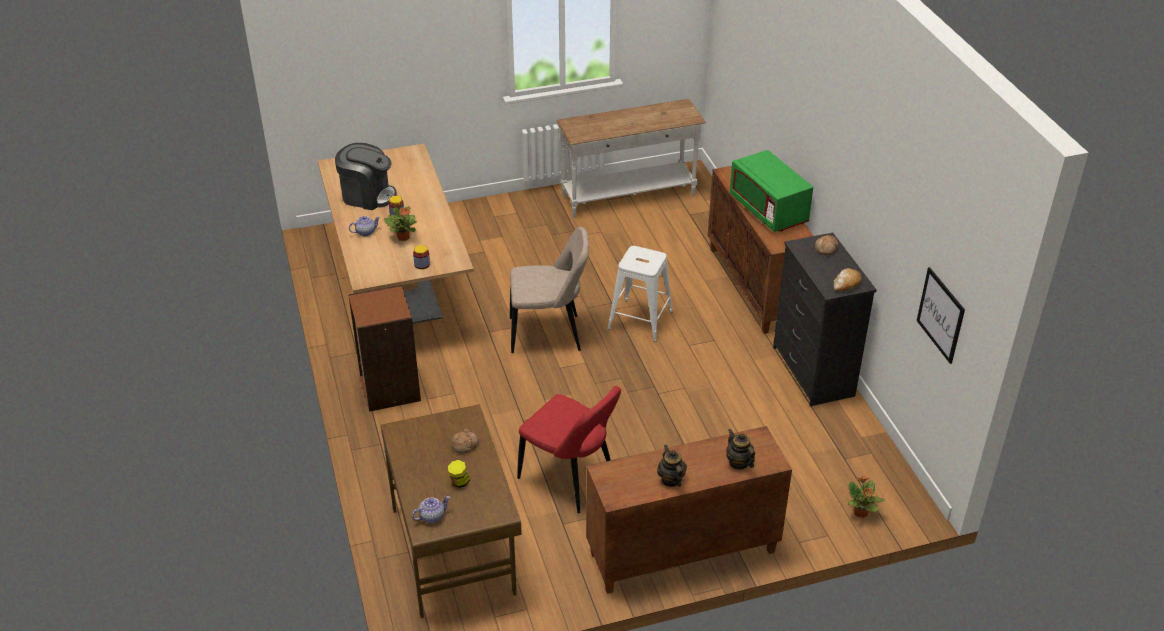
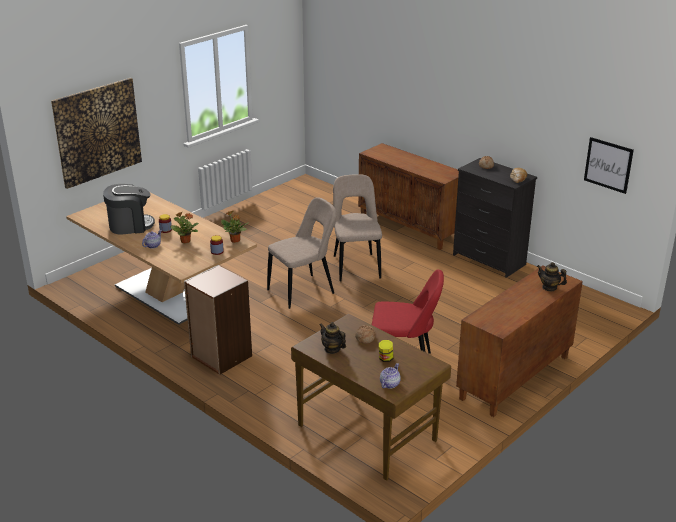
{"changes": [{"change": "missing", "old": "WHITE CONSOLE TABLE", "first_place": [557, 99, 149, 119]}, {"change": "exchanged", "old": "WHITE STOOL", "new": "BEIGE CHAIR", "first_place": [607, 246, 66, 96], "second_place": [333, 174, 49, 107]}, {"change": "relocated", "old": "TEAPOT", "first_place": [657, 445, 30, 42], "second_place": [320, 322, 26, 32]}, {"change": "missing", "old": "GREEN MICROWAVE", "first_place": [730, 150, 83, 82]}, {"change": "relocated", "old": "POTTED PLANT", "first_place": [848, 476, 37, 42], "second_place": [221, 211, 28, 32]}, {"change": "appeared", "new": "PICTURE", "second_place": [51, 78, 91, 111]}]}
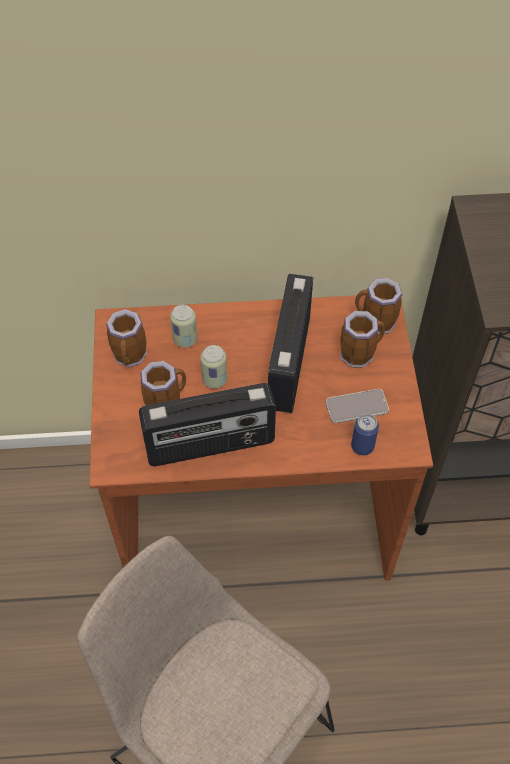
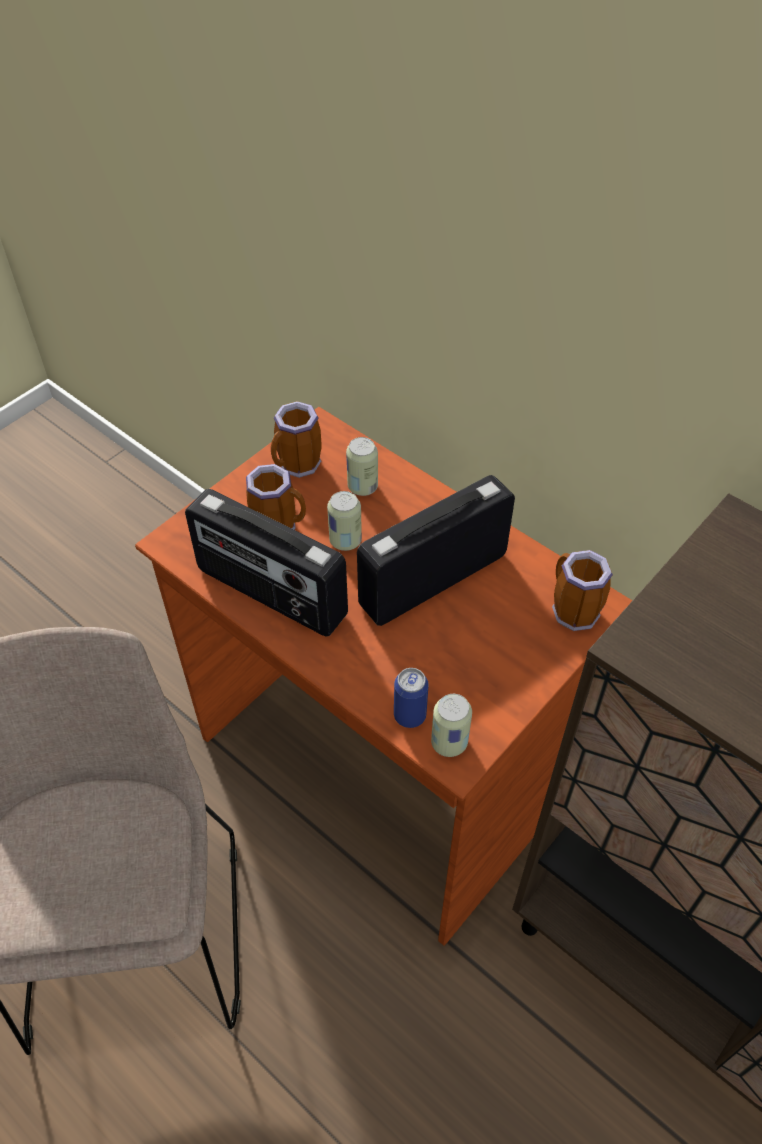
{"changes": [{"change": "missing", "old": "PHONE", "first_place": [326, 389, 63, 34]}, {"change": "missing", "old": "MUG", "first_place": [340, 311, 45, 57]}, {"change": "appeared", "new": "CAN", "second_place": [431, 694, 41, 63]}]}
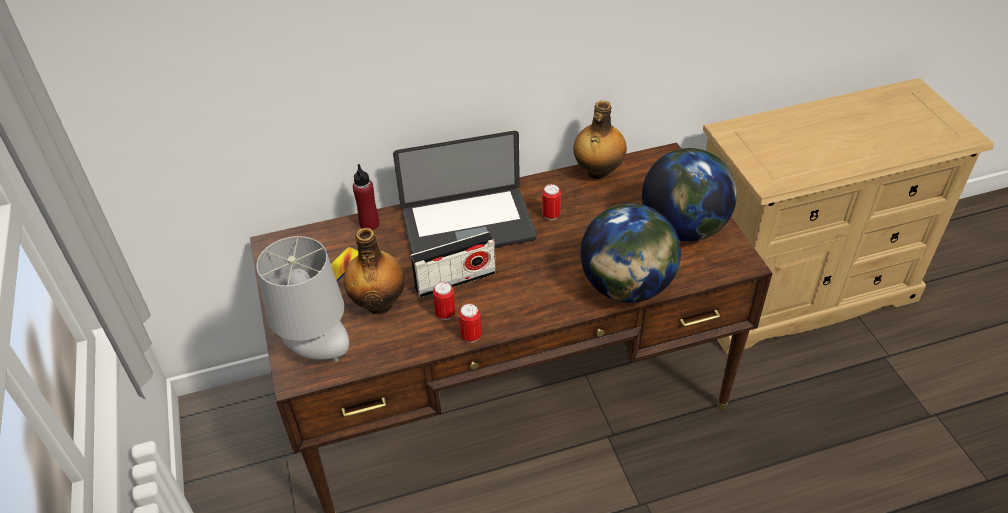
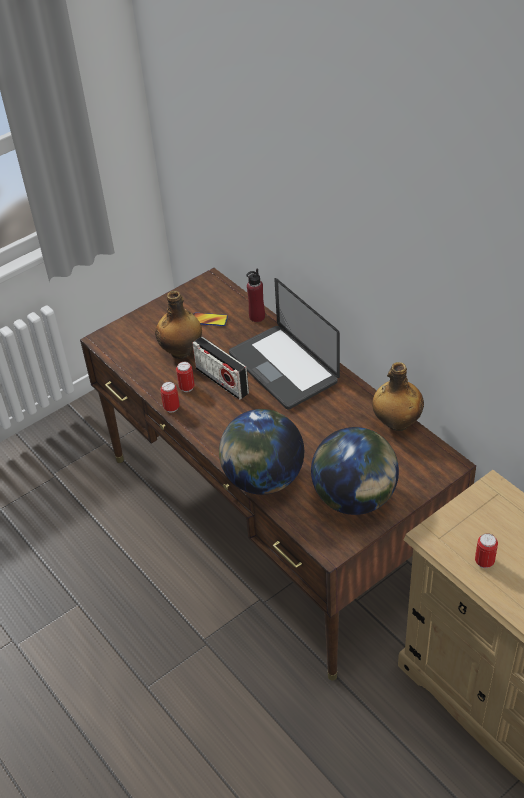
{"changes": [{"change": "missing", "old": "GREY TABLE LAMP", "first_place": [256, 236, 93, 126]}, {"change": "relocated", "old": "CAN", "first_place": [542, 184, 19, 36], "second_place": [475, 533, 23, 35]}]}
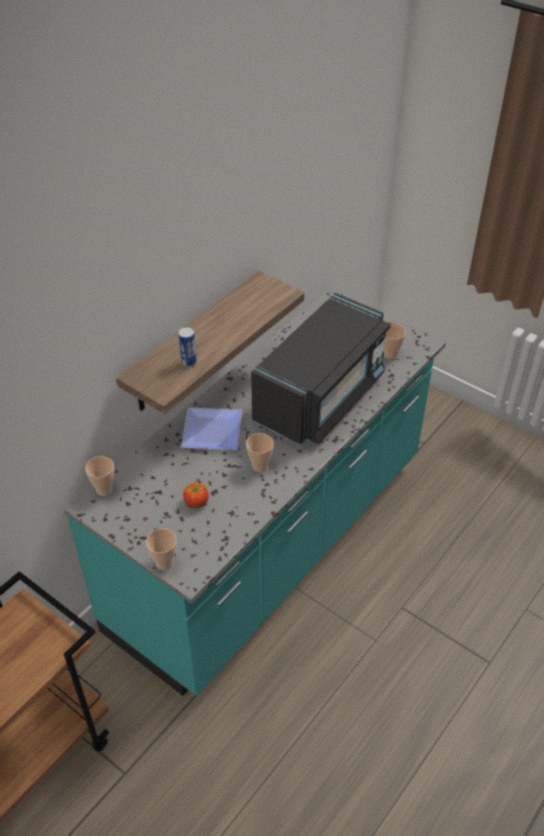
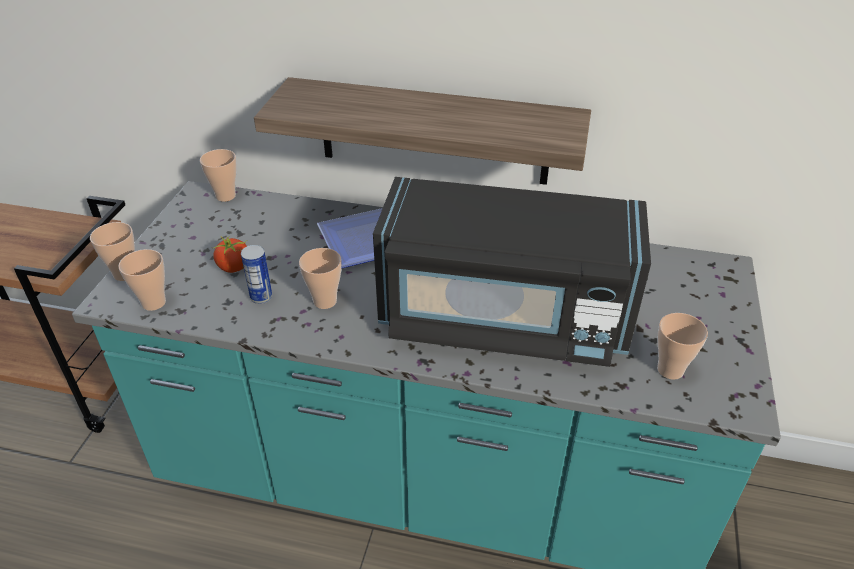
{"changes": [{"change": "relocated", "old": "CAN", "first_place": [178, 327, 19, 41], "second_place": [241, 245, 31, 59]}, {"change": "appeared", "new": "CUP", "second_place": [118, 249, 48, 62]}]}
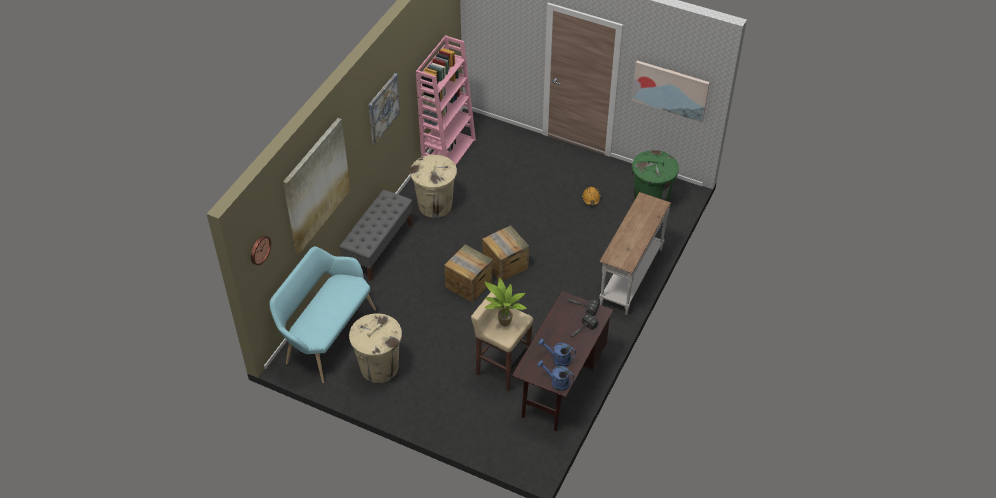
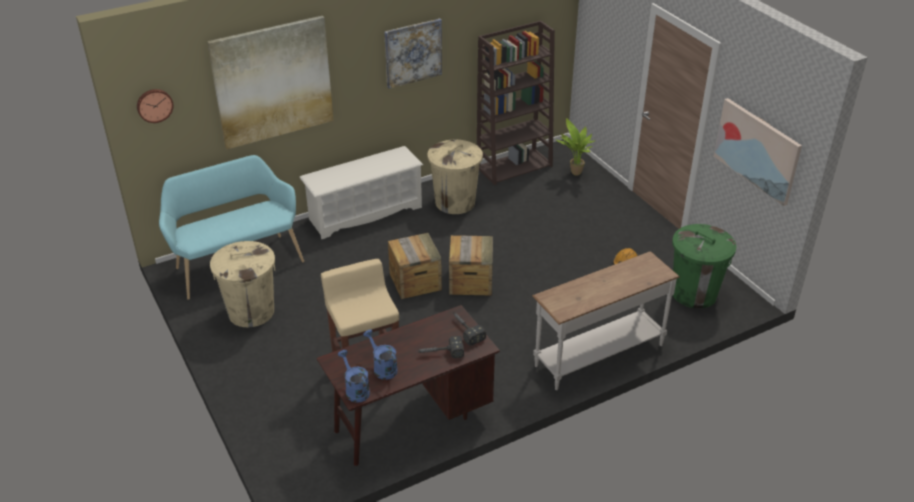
{"changes": [{"change": "exchanged", "old": "GREY BENCH", "new": "WHITE SHOE RACK", "first_place": [339, 190, 73, 91], "second_place": [299, 146, 124, 93]}, {"change": "colour", "old": "PINK BOOKCASE", "new": "BROWN BOOKCASE", "first_place": [416, 35, 60, 130], "second_place": [477, 21, 78, 164]}, {"change": "relocated", "old": "POTTED PLANT", "first_place": [485, 278, 42, 48], "second_place": [556, 118, 40, 58]}]}
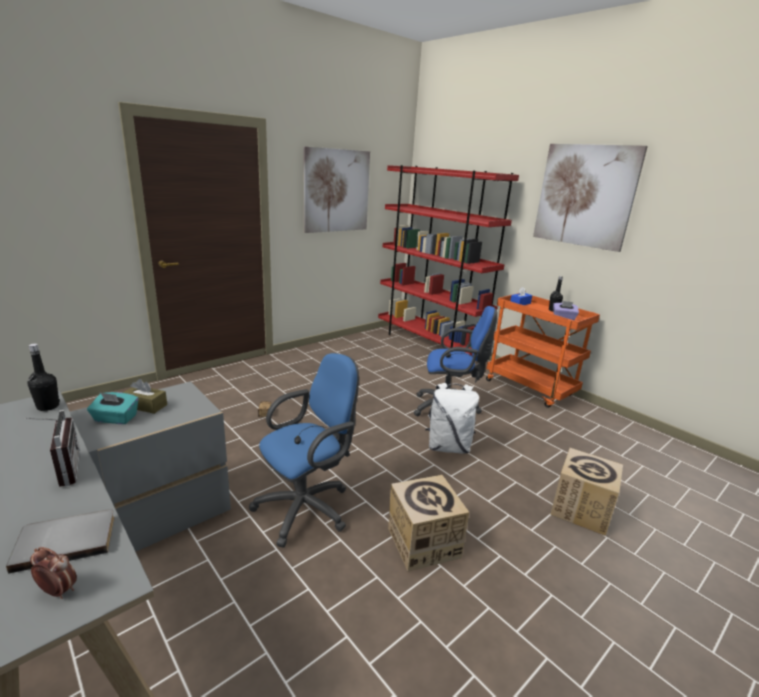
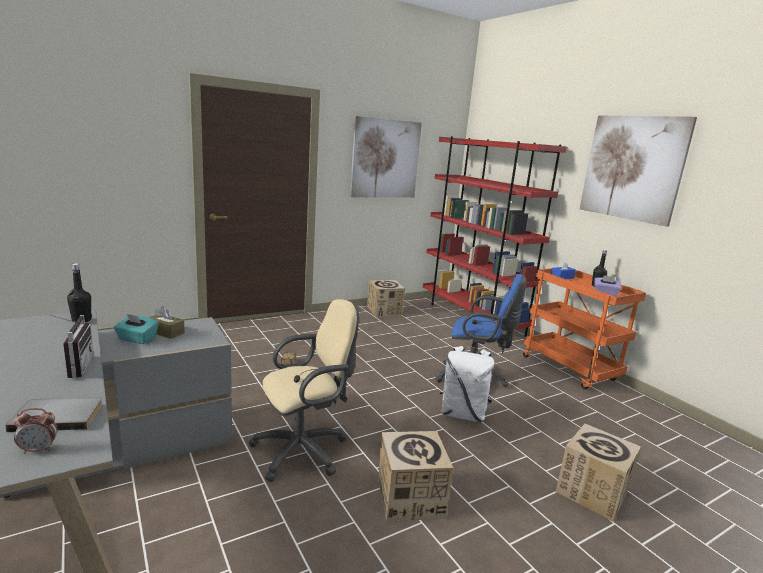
{"changes": [{"change": "spun", "old": "ALARM CLOCK", "first_place": [30, 547, 47, 52], "second_place": [14, 408, 44, 46], "degrees": 135}, {"change": "colour", "old": "BLUE OFFICE CHAIR", "new": "BEIGE OFFICE CHAIR", "first_place": [249, 353, 110, 195], "second_place": [248, 299, 111, 183]}, {"change": "appeared", "new": "CARDBOARD BOX", "second_place": [367, 280, 38, 37]}]}
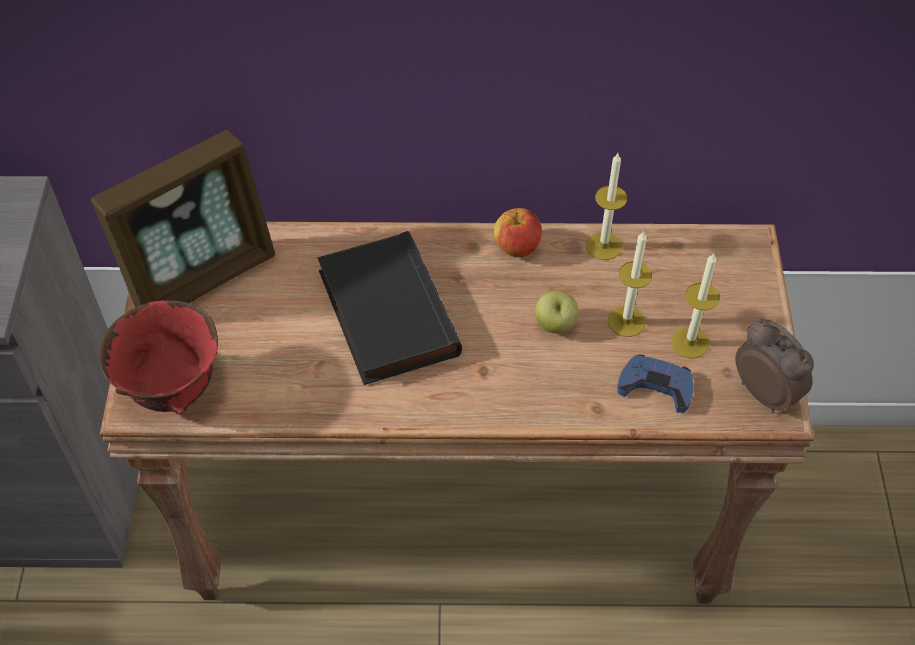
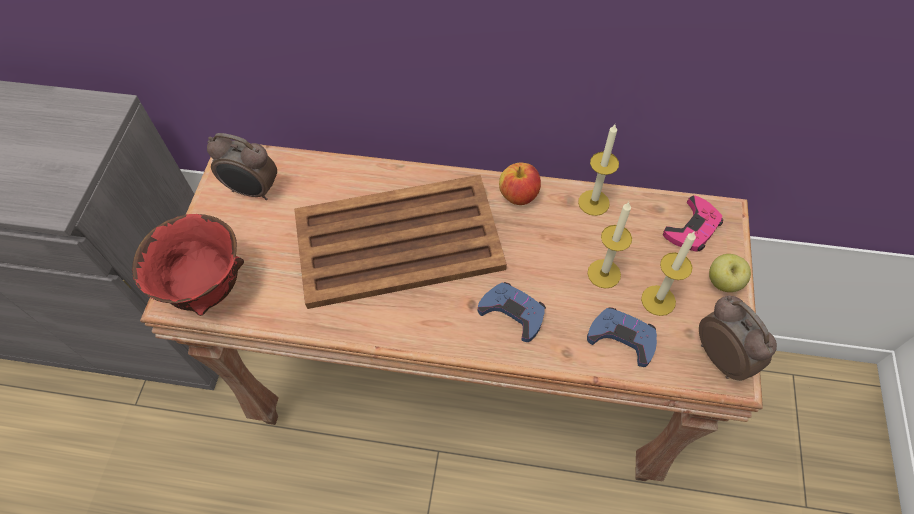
{"changes": [{"change": "exchanged", "old": "PICTURE FRAME", "new": "ALARM CLOCK", "first_place": [91, 129, 184, 179], "second_place": [207, 133, 70, 67]}, {"change": "exchanged", "old": "BLACK BOOK", "new": "BROWN TRAY", "first_place": [317, 231, 145, 154], "second_place": [294, 175, 213, 134]}, {"change": "relocated", "old": "APPLE", "first_place": [535, 290, 44, 43], "second_place": [709, 254, 42, 38]}, {"change": "appeared", "new": "BLUE GAME CONTROLLER", "second_place": [478, 282, 68, 60]}, {"change": "appeared", "new": "PINK GAME CONTROLLER", "second_place": [663, 195, 60, 57]}]}
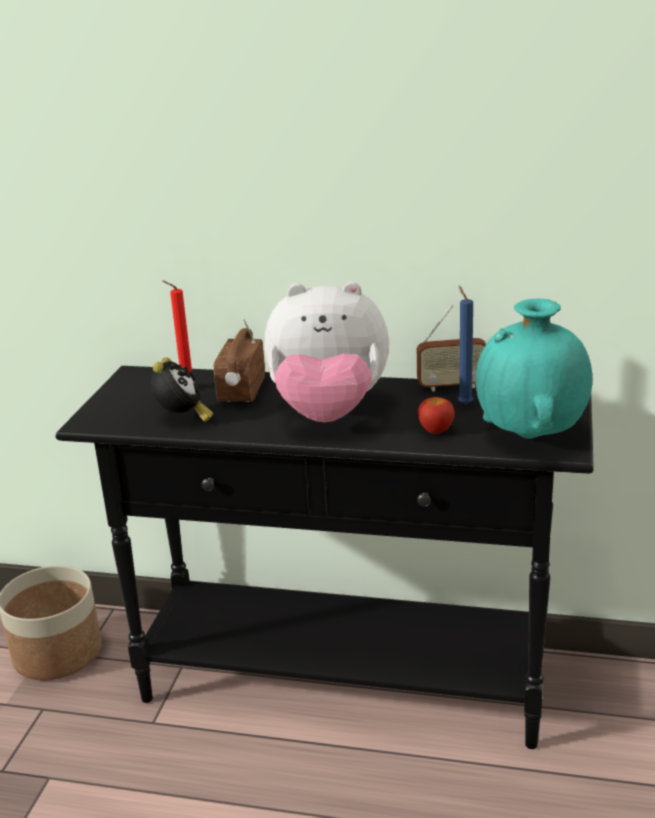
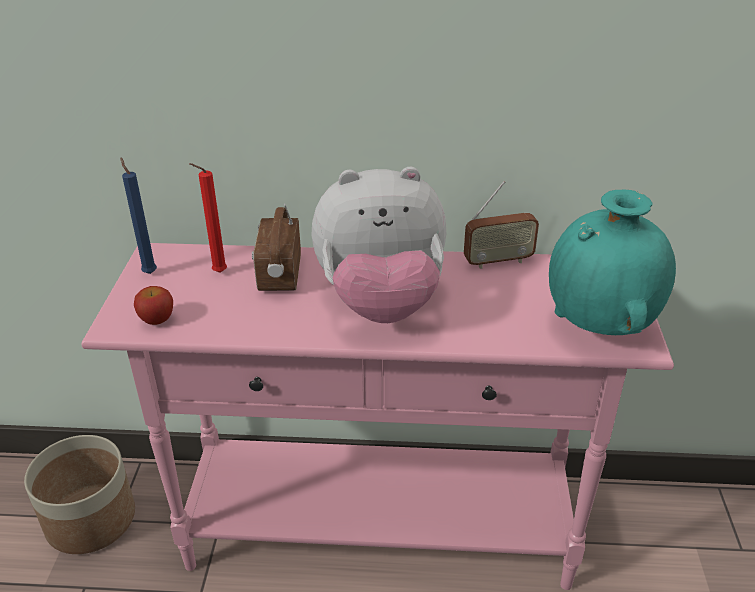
{"changes": [{"change": "colour", "old": "BLACK CONSOLE TABLE", "new": "PINK CONSOLE TABLE", "first_place": [55, 366, 539, 383], "second_place": [81, 243, 593, 347]}, {"change": "missing", "old": "ALARM CLOCK", "first_place": [151, 358, 62, 64]}, {"change": "relocated", "old": "APPLE", "first_place": [418, 397, 37, 37], "second_place": [134, 286, 39, 39]}, {"change": "relocated", "old": "BLUE CANDLE", "first_place": [458, 286, 15, 119], "second_place": [120, 158, 37, 116]}]}
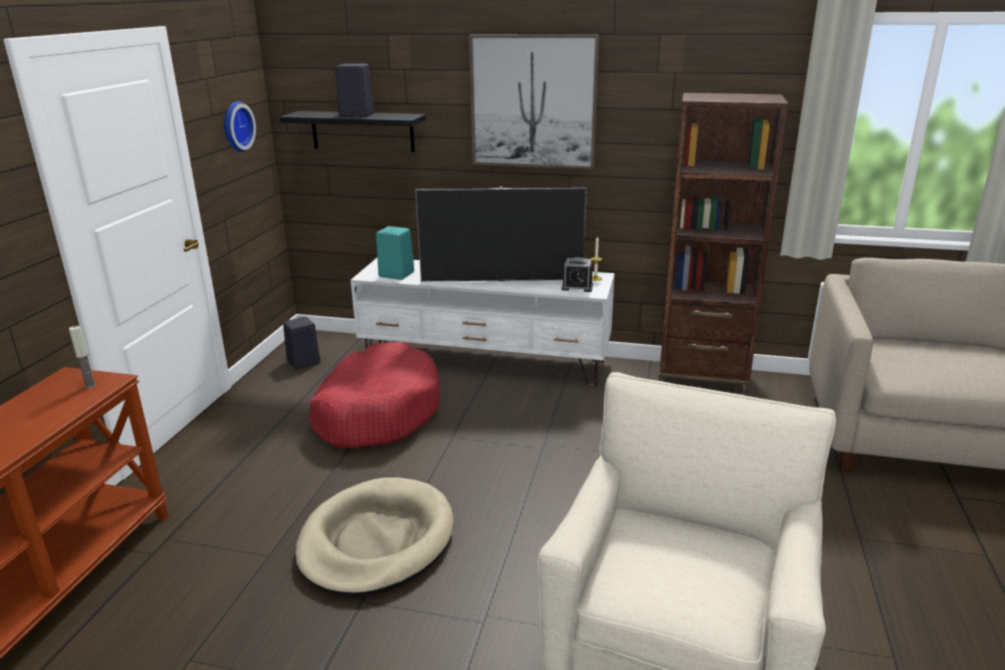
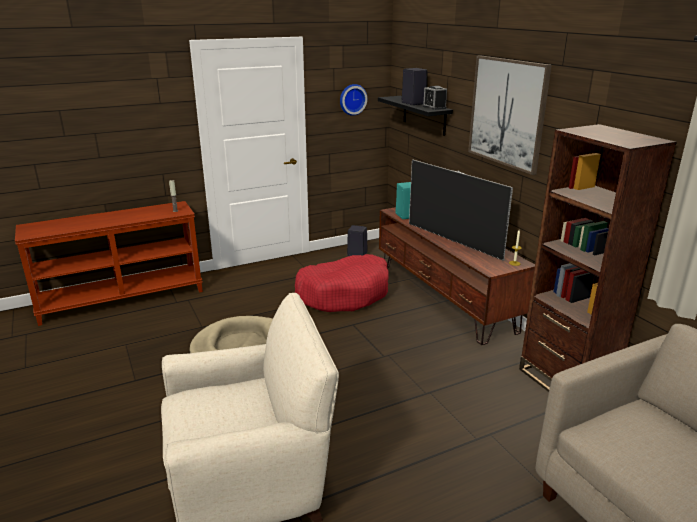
{"changes": [{"change": "colour", "old": "WHITE TV STAND", "new": "BROWN TV STAND", "first_place": [351, 258, 264, 129], "second_place": [379, 207, 156, 138]}, {"change": "relocated", "old": "ALARM CLOCK", "first_place": [561, 257, 32, 35], "second_place": [423, 86, 24, 24]}]}
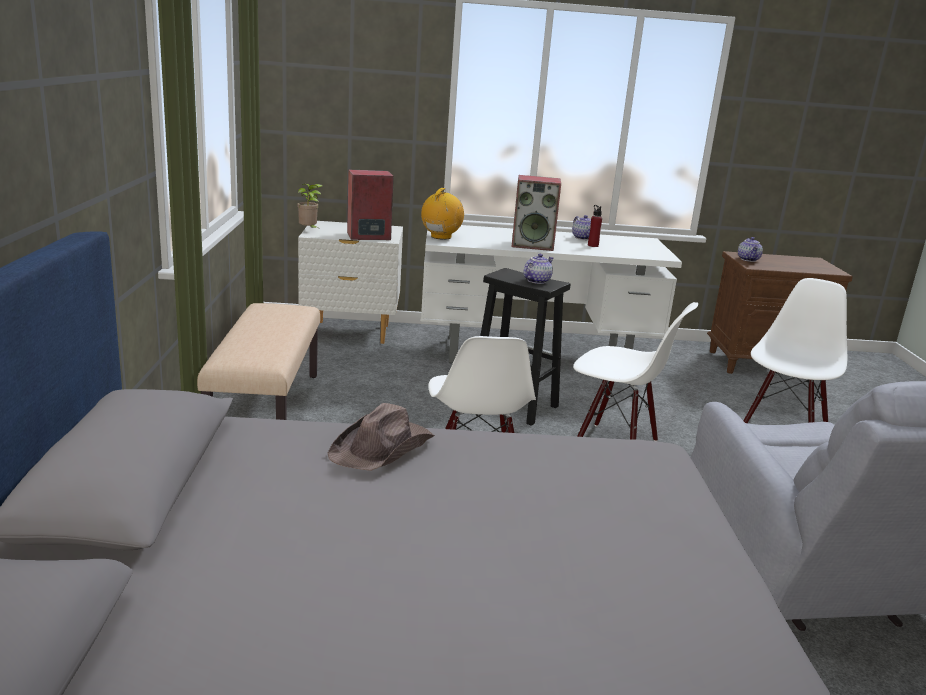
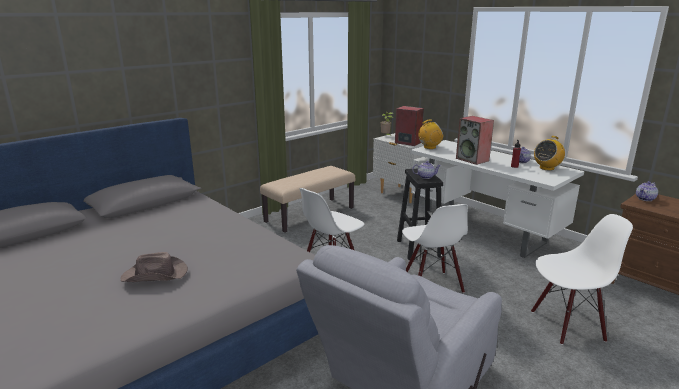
{"changes": [{"change": "relocated", "old": "BROWN HAT", "first_place": [328, 403, 107, 68], "second_place": [121, 252, 67, 30]}, {"change": "appeared", "new": "RADIO", "second_place": [534, 136, 31, 35]}]}
